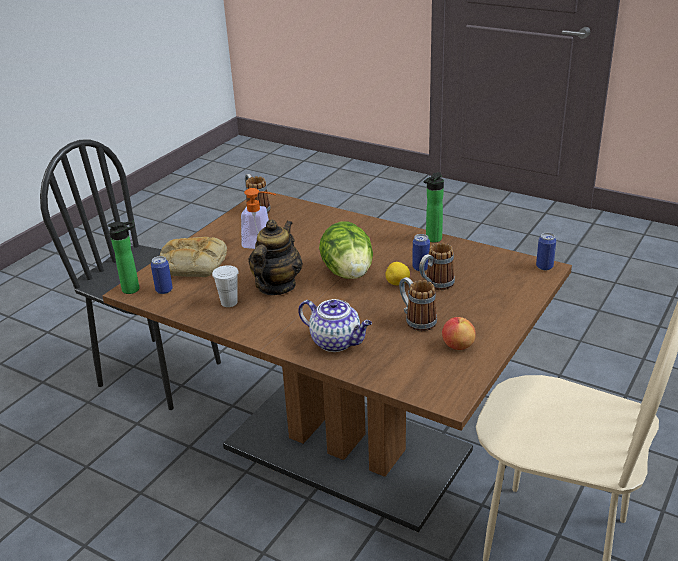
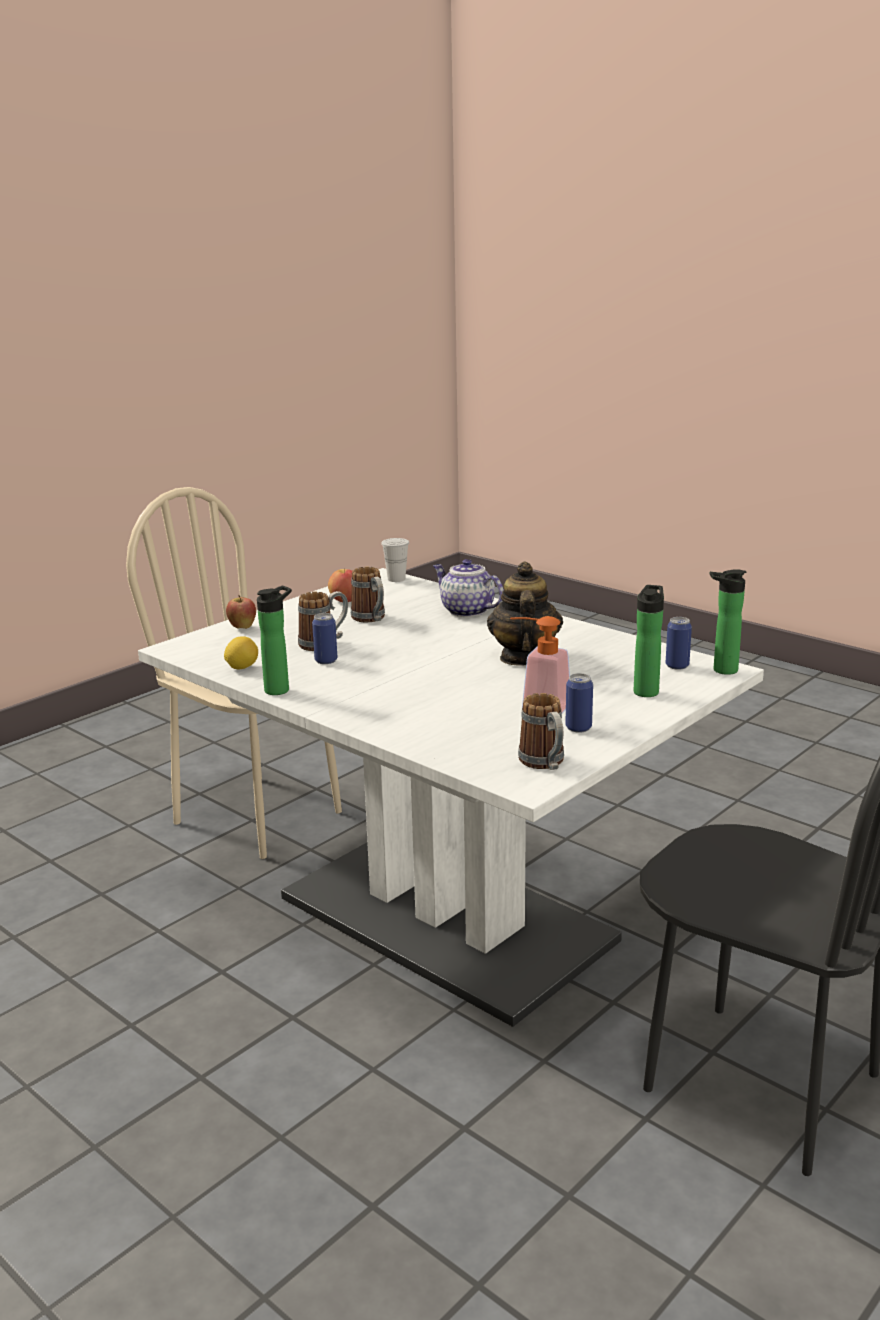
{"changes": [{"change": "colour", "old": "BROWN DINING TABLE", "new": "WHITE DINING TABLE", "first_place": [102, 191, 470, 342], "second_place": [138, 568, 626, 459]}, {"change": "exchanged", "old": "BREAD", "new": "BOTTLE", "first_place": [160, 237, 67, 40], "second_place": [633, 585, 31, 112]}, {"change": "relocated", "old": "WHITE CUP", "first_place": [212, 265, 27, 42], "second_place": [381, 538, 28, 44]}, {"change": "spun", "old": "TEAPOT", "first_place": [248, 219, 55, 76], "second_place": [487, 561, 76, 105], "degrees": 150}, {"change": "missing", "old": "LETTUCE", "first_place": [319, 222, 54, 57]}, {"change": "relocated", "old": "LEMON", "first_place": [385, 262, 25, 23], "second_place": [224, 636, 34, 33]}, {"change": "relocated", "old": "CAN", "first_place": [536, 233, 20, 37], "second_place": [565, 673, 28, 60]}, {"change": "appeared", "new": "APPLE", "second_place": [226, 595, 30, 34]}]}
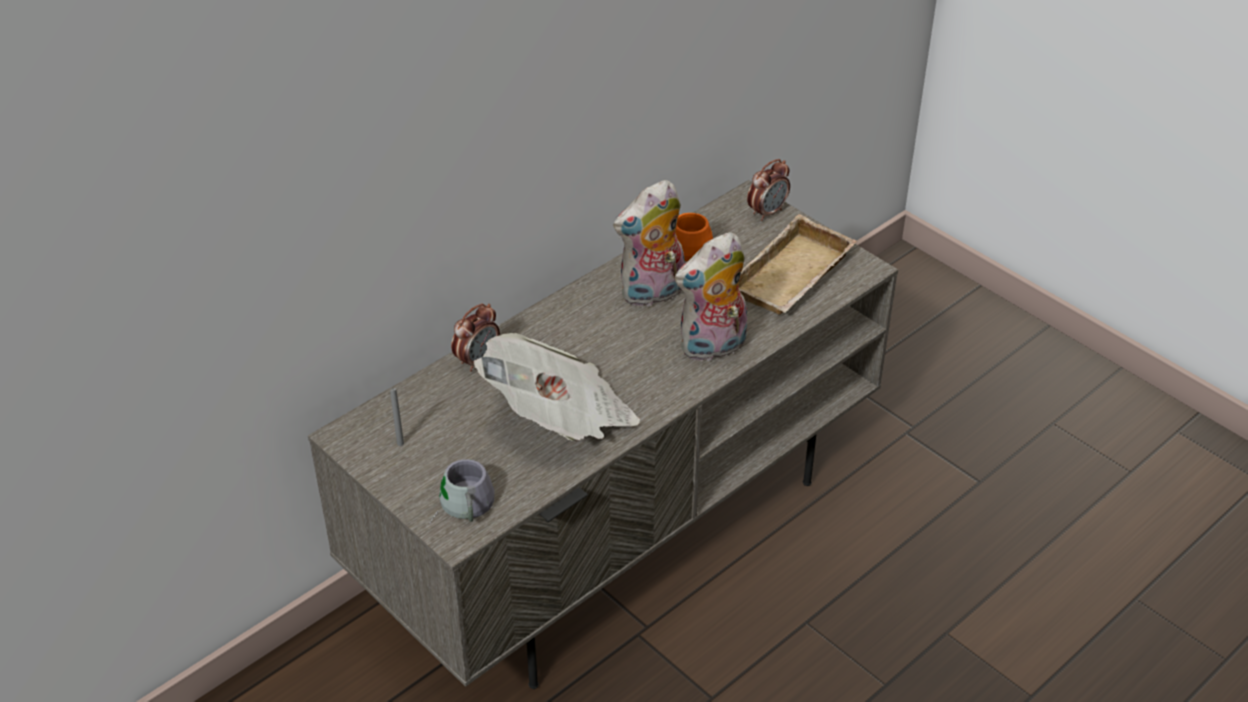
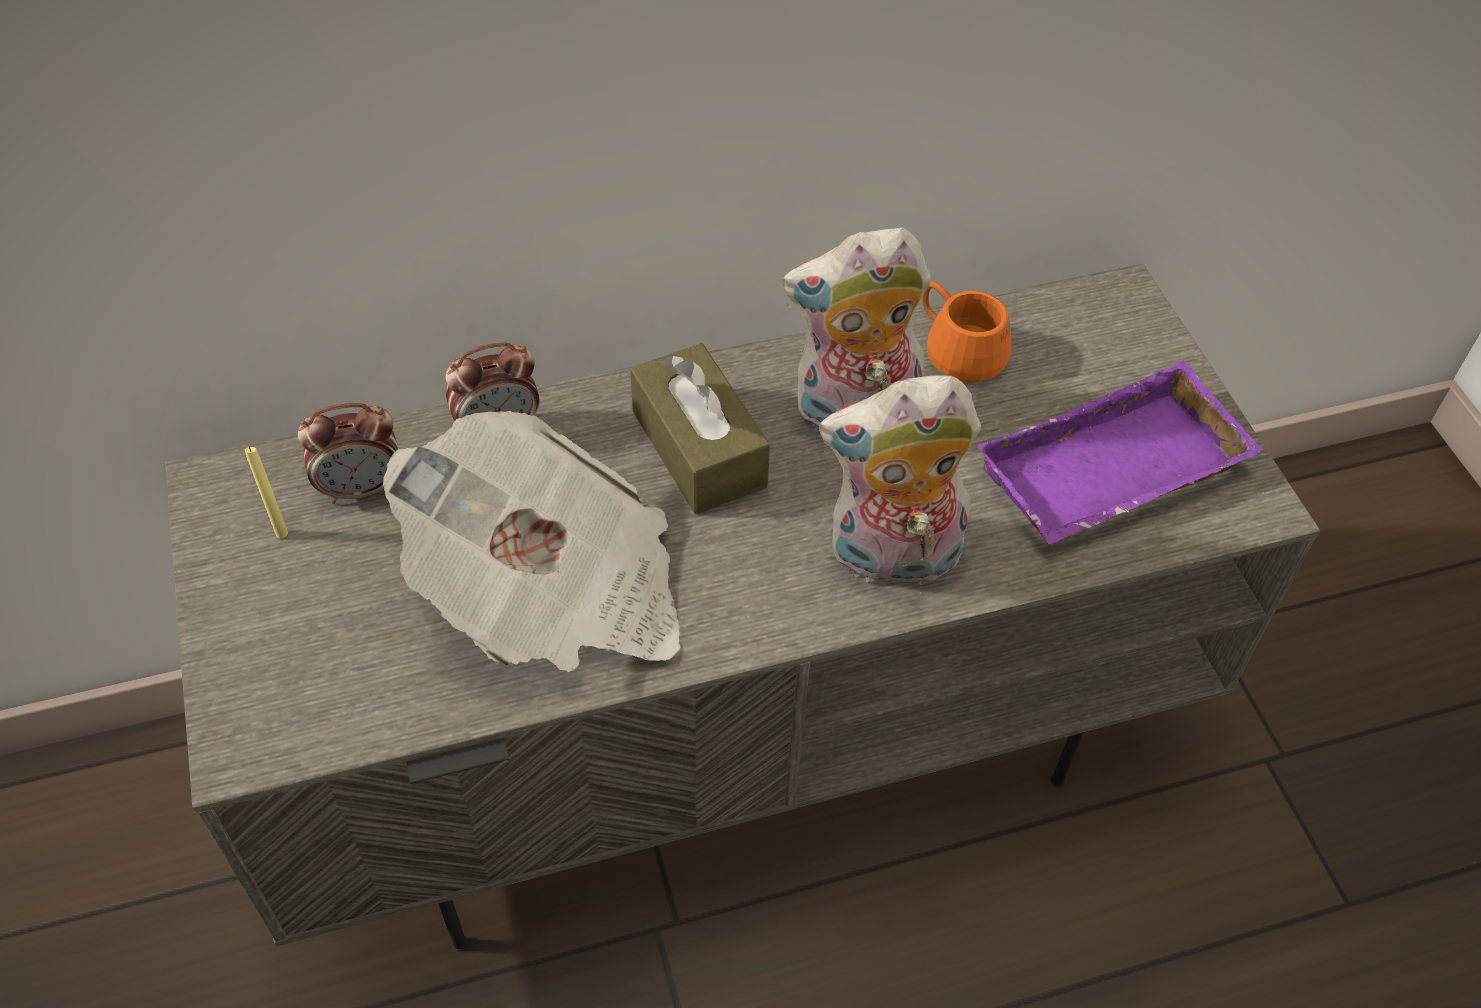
{"changes": [{"change": "colour", "old": "GREY CANDLE", "new": "YELLOW CANDLE", "first_place": [390, 388, 14, 58], "second_place": [245, 447, 43, 91]}, {"change": "missing", "old": "GREY MUG", "first_place": [430, 459, 64, 64]}, {"change": "colour", "old": "BEIGE TRAY", "new": "PURPLE TRAY", "first_place": [739, 214, 118, 101], "second_place": [976, 360, 288, 184]}, {"change": "relocated", "old": "ALARM CLOCK", "first_place": [747, 159, 43, 62], "second_place": [298, 403, 100, 101]}, {"change": "appeared", "new": "BROWN TISSUE BOX", "second_place": [630, 343, 140, 171]}]}
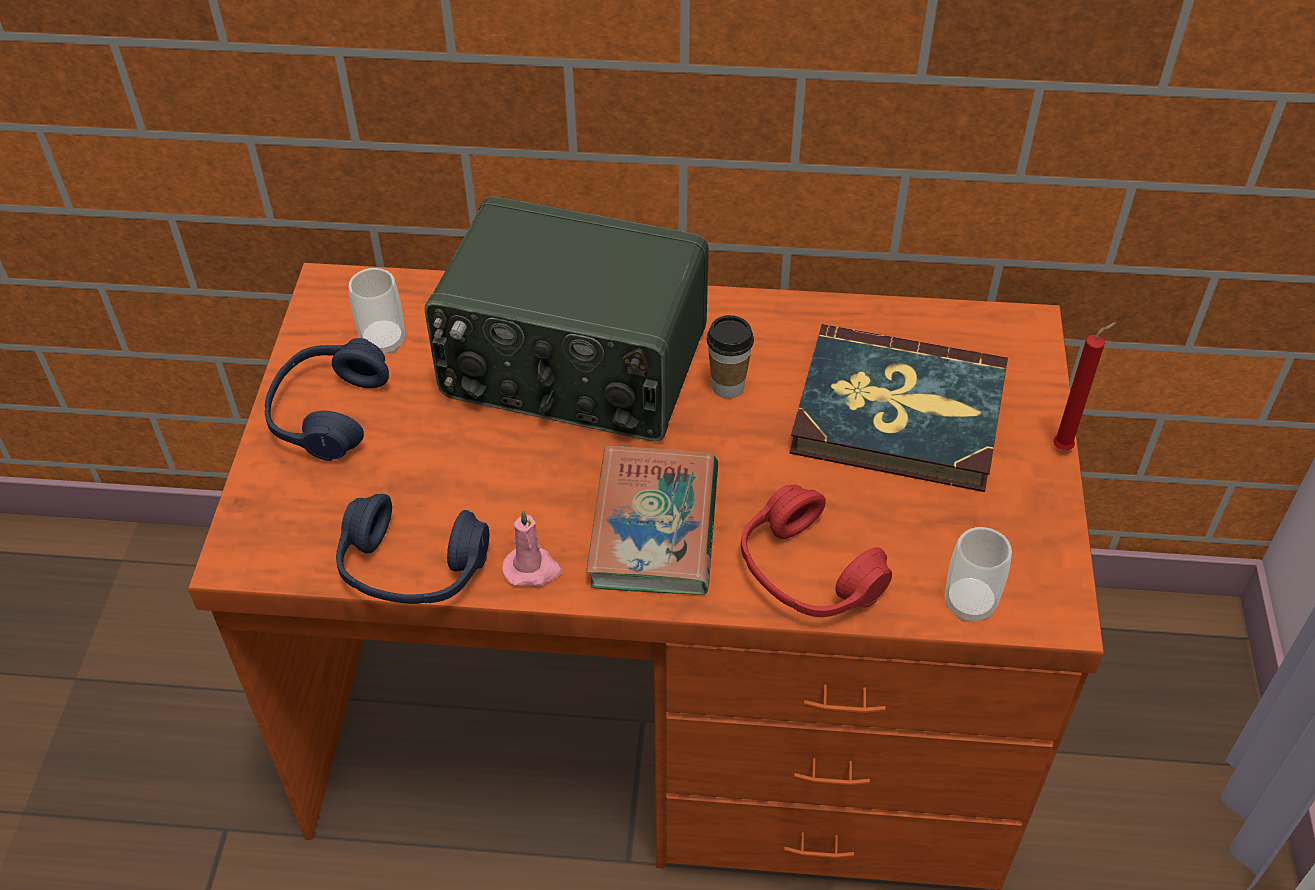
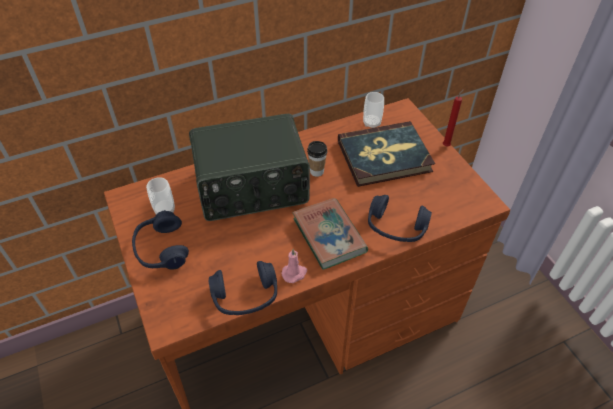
{"changes": [{"change": "colour", "old": "RED HEADPHONES", "new": "BLUE HEADPHONES", "first_place": [741, 484, 151, 133], "second_place": [368, 195, 64, 47]}, {"change": "relocated", "old": "CUP", "first_place": [945, 527, 67, 95], "second_place": [363, 92, 21, 36]}]}
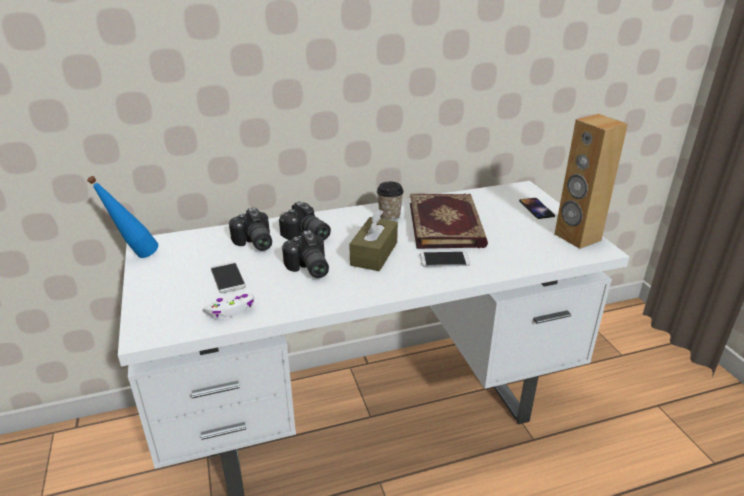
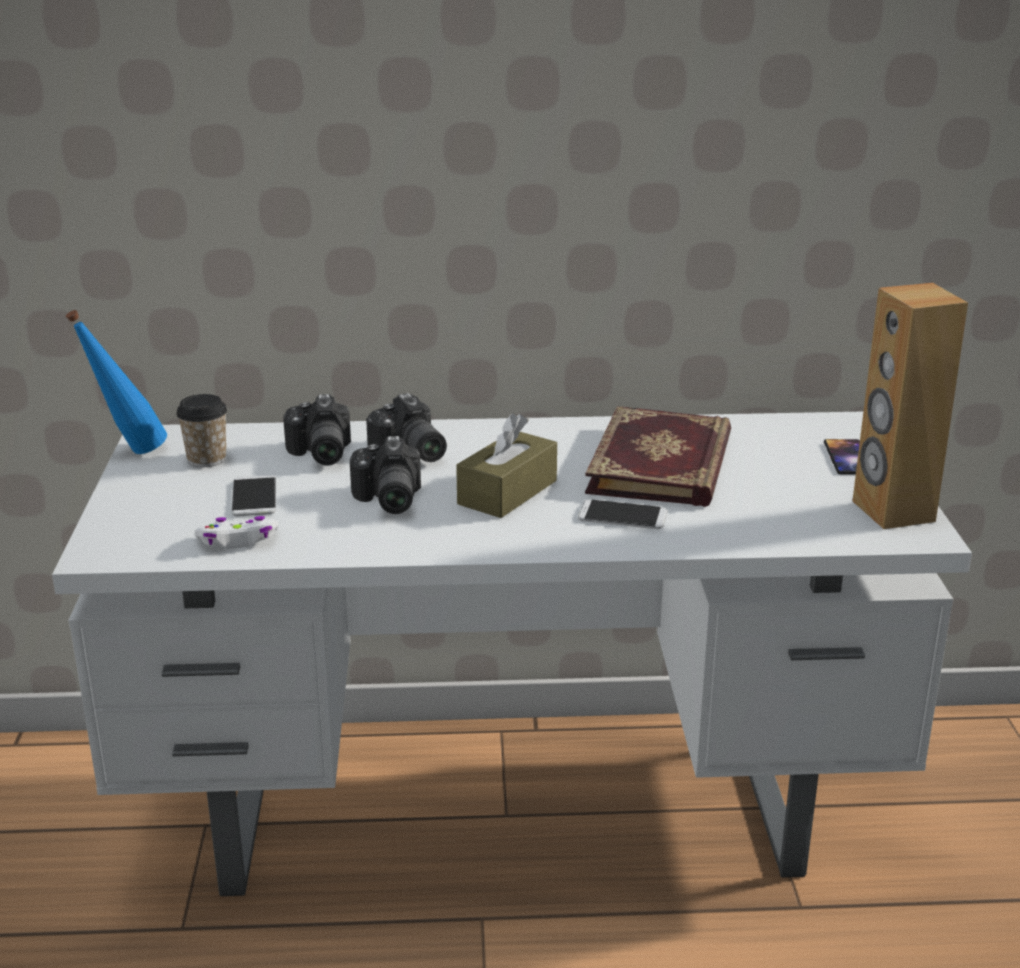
{"changes": [{"change": "relocated", "old": "CUP", "first_place": [377, 181, 27, 40], "second_place": [176, 394, 51, 73]}]}
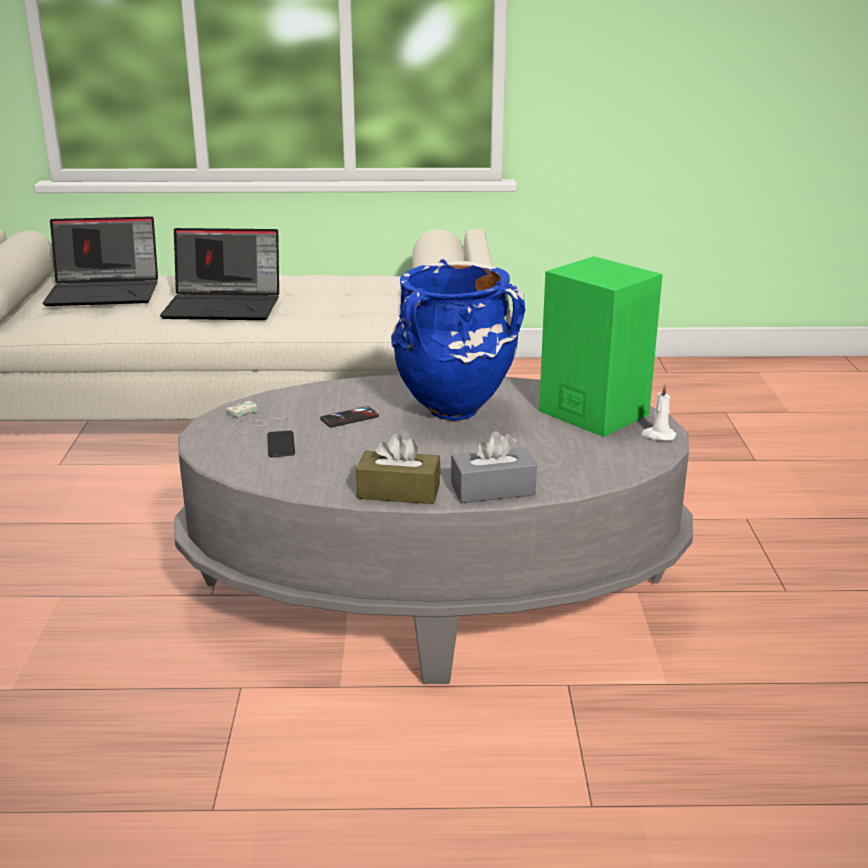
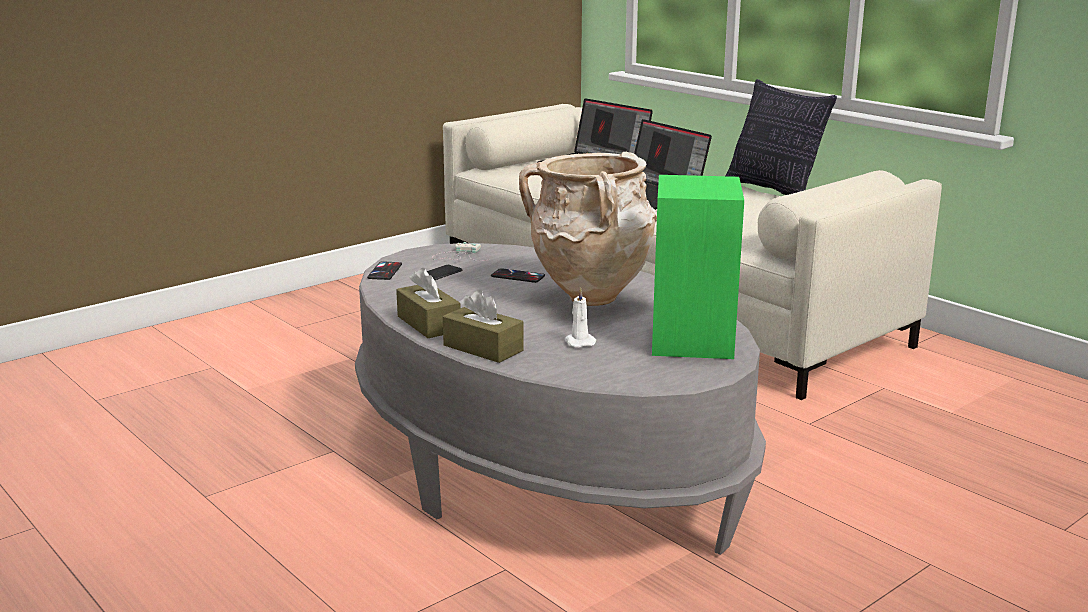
{"changes": [{"change": "colour", "old": "BLUE VASE", "new": "BEIGE VASE", "first_place": [391, 259, 135, 162], "second_place": [519, 151, 138, 155]}, {"change": "colour", "old": "GREY TISSUE BOX", "new": "BROWN TISSUE BOX", "first_place": [451, 431, 86, 72], "second_place": [443, 290, 81, 73]}, {"change": "relocated", "old": "WHITE CANDLE", "first_place": [641, 384, 35, 57], "second_place": [565, 287, 31, 61]}, {"change": "appeared", "new": "PHONE", "second_place": [367, 261, 35, 19]}, {"change": "appeared", "new": "PILLOW", "second_place": [725, 79, 112, 116]}]}
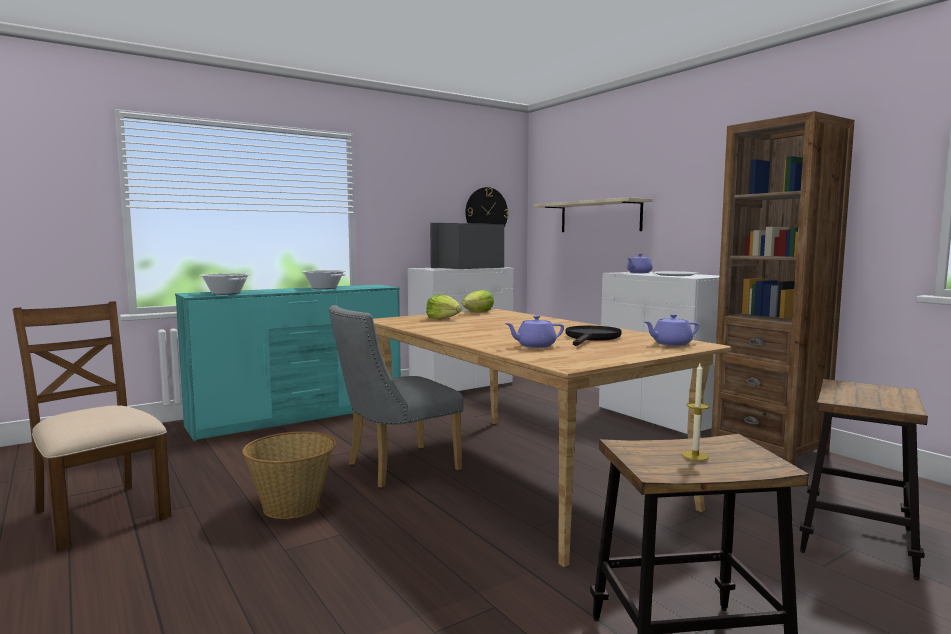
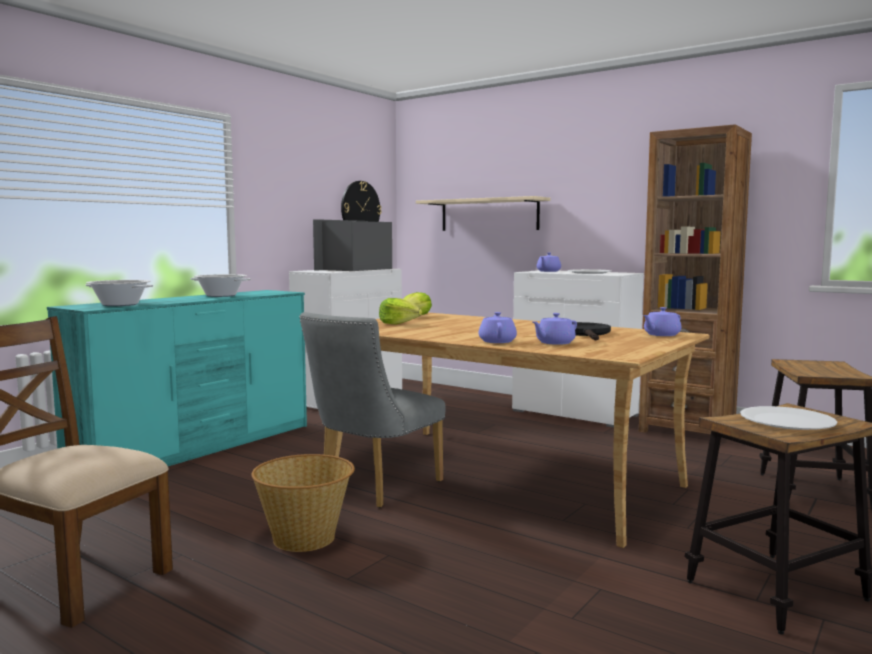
{"changes": [{"change": "exchanged", "old": "CANDLE", "new": "WHITE PLATE", "first_place": [682, 363, 27, 98], "second_place": [740, 406, 97, 24]}, {"change": "appeared", "new": "PURPLE TEAPOT", "second_place": [479, 312, 38, 31]}]}
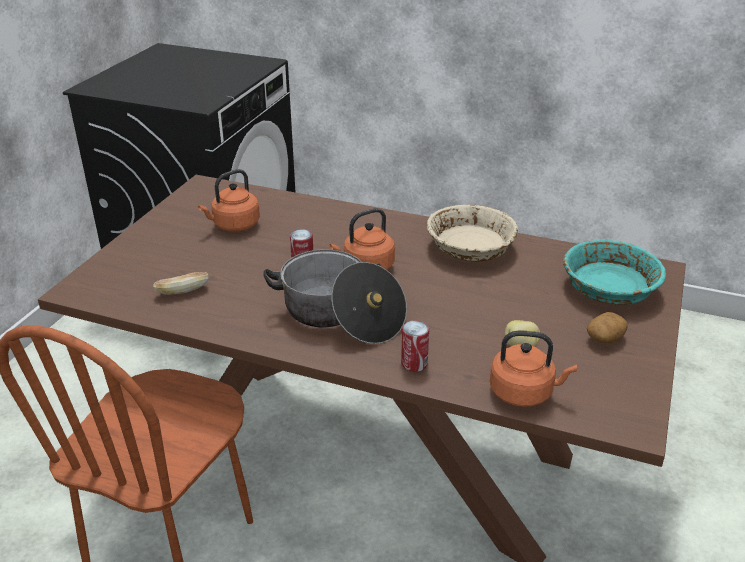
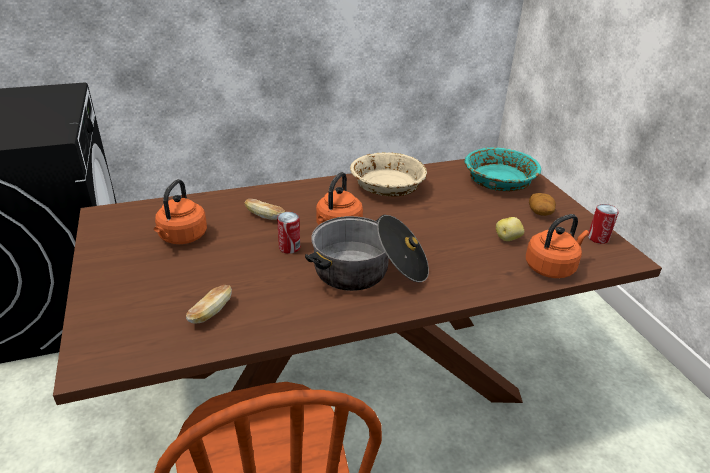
{"changes": [{"change": "relocated", "old": "CAN", "first_place": [401, 320, 28, 52], "second_place": [588, 204, 31, 40]}, {"change": "appeared", "new": "BREAD", "second_place": [244, 199, 41, 21]}]}
